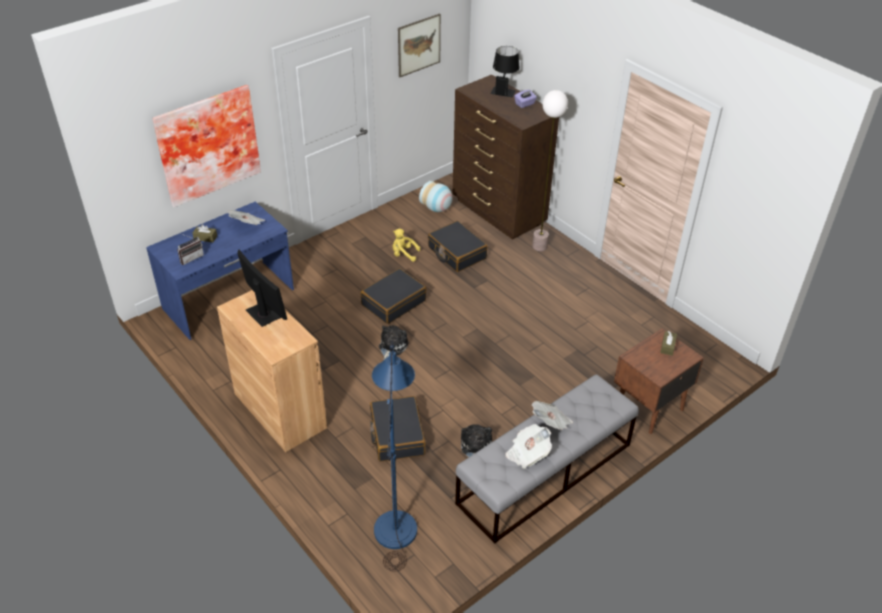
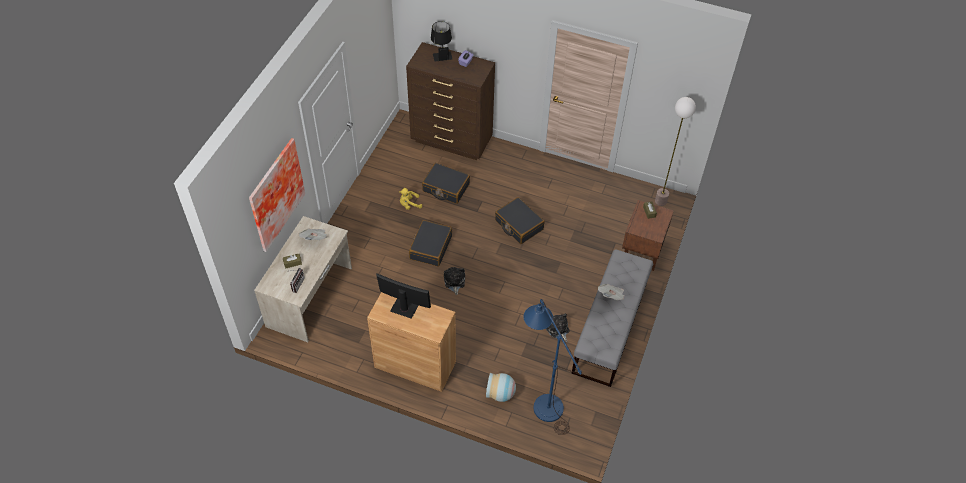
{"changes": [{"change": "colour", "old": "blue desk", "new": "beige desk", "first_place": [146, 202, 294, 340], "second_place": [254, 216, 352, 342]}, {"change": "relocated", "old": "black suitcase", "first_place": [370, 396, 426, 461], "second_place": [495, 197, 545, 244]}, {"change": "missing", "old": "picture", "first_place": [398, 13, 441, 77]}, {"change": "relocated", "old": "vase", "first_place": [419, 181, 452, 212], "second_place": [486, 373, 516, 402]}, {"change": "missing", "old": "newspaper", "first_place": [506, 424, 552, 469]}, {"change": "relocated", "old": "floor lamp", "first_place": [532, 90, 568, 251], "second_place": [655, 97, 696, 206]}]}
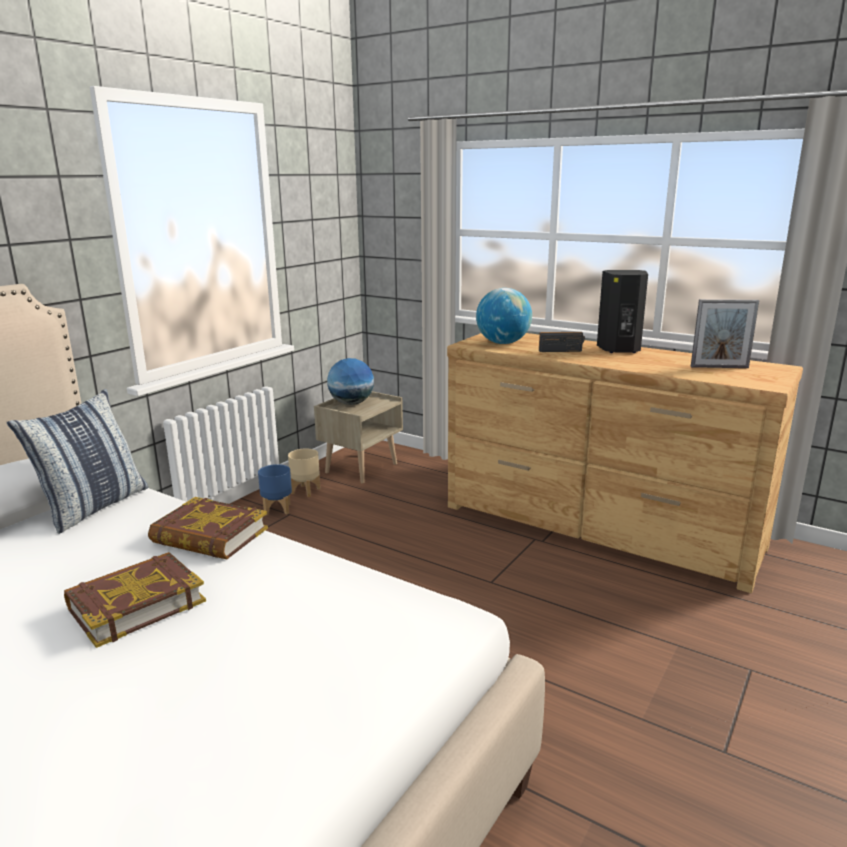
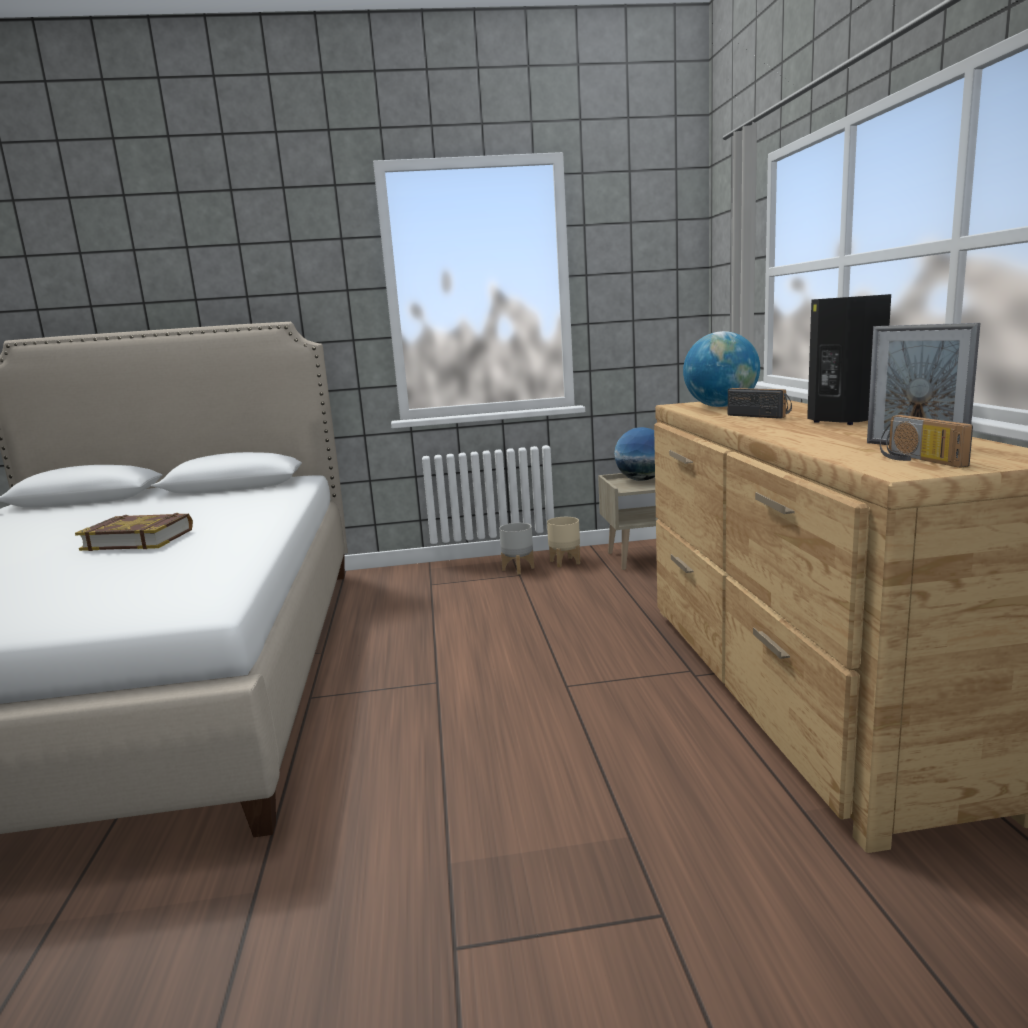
{"changes": [{"change": "missing", "old": "pillow", "first_place": [7, 389, 148, 534]}, {"change": "missing", "old": "book", "first_place": [148, 497, 268, 560]}, {"change": "colour", "old": "blue planter", "new": "grey planter", "first_place": [258, 464, 292, 516], "second_place": [499, 523, 534, 575]}, {"change": "appeared", "new": "radio", "second_place": [880, 415, 973, 468]}]}
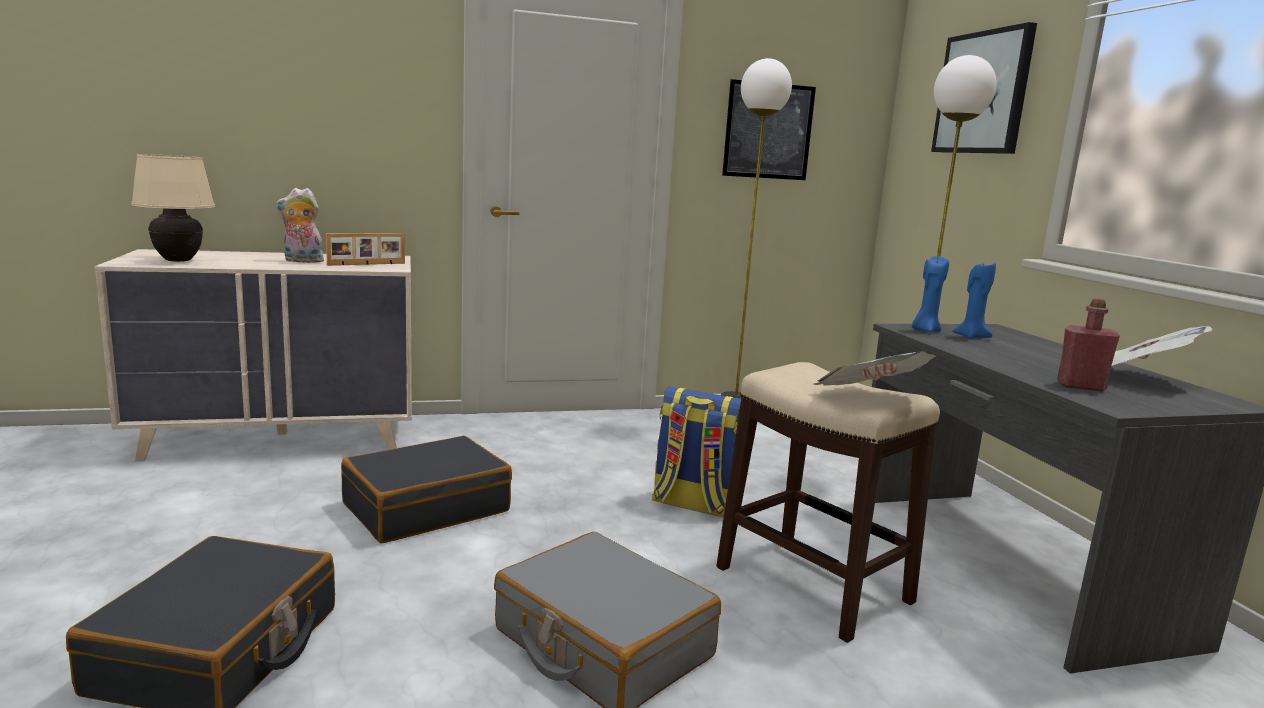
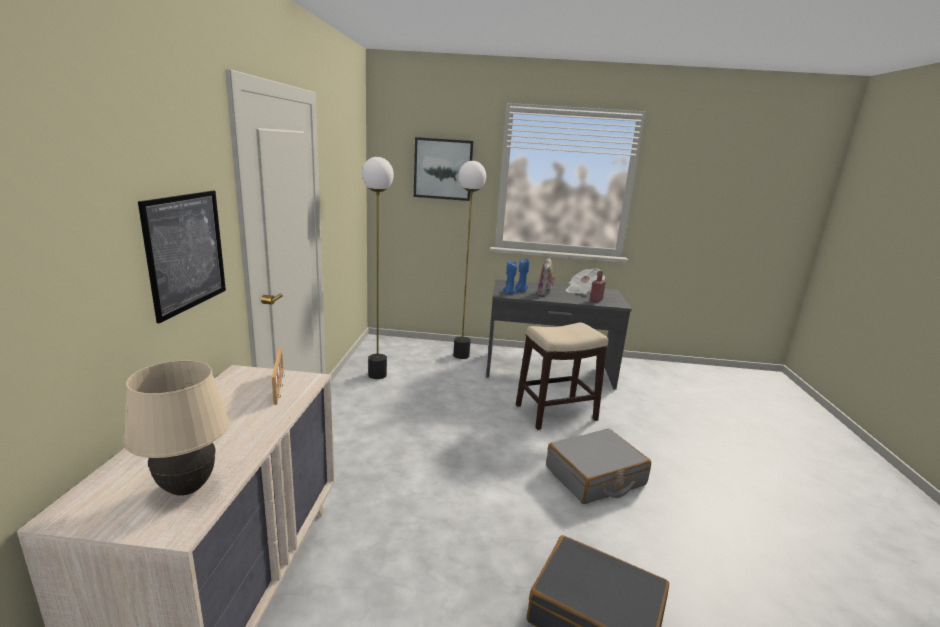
{"changes": [{"change": "relocated", "old": "plush toy", "first_place": [276, 188, 326, 263], "second_place": [537, 258, 555, 296]}, {"change": "missing", "old": "black suitcase", "first_place": [341, 436, 512, 543]}, {"change": "missing", "old": "backpack", "first_place": [652, 386, 741, 517]}, {"change": "relocated", "old": "picture", "first_place": [722, 79, 816, 180], "second_place": [138, 191, 226, 323]}, {"change": "missing", "old": "newspaper", "first_place": [814, 351, 936, 386]}]}
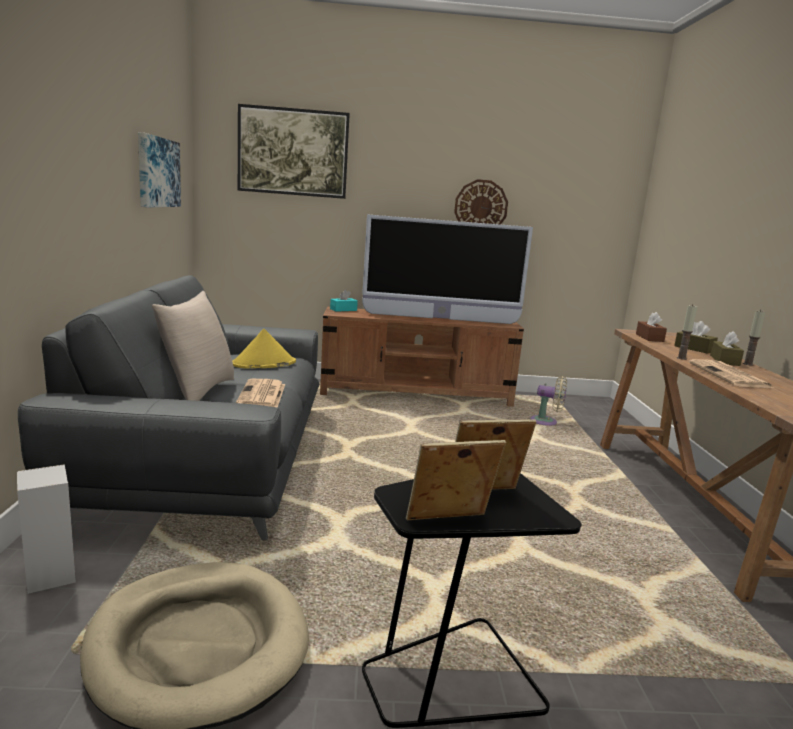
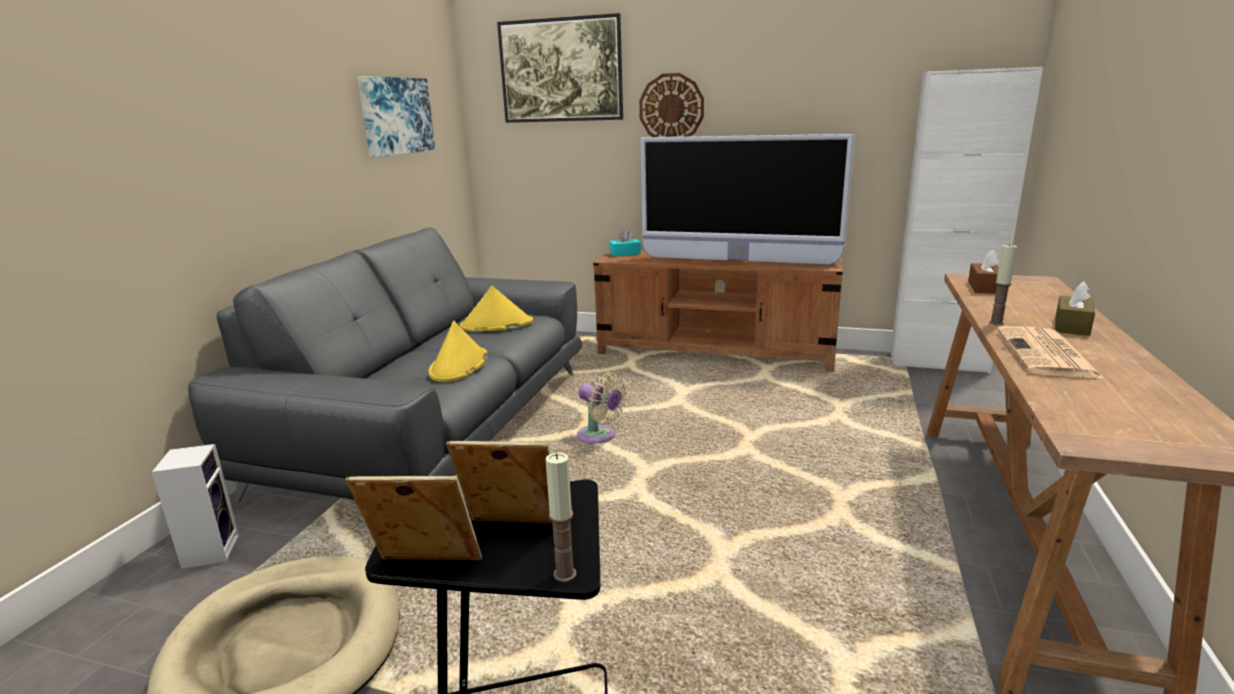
{"changes": [{"change": "missing", "old": "beige pillow", "first_place": [152, 291, 234, 401]}, {"change": "exchanged", "old": "newspaper", "new": "yellow hat", "first_place": [236, 379, 285, 408], "second_place": [429, 321, 488, 382]}, {"change": "relocated", "old": "wall clock", "first_place": [454, 179, 508, 225], "second_place": [639, 73, 704, 137]}, {"change": "relocated", "old": "beige fan", "first_place": [530, 376, 567, 426], "second_place": [577, 372, 627, 444]}, {"change": "missing", "old": "brown tissue box", "first_place": [674, 321, 718, 354]}, {"change": "relocated", "old": "candle", "first_place": [743, 310, 765, 366], "second_place": [546, 453, 577, 582]}, {"change": "appeared", "new": "white cabinet", "second_place": [891, 67, 1043, 374]}]}
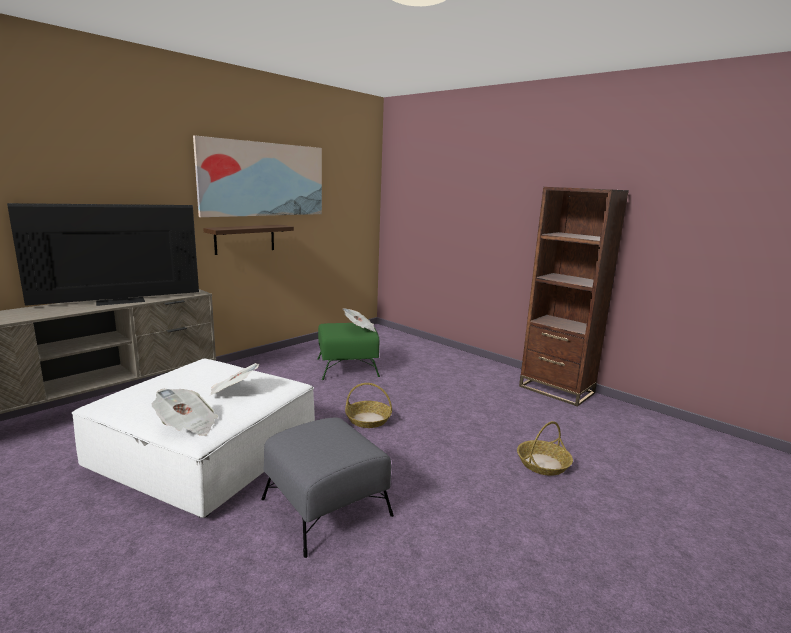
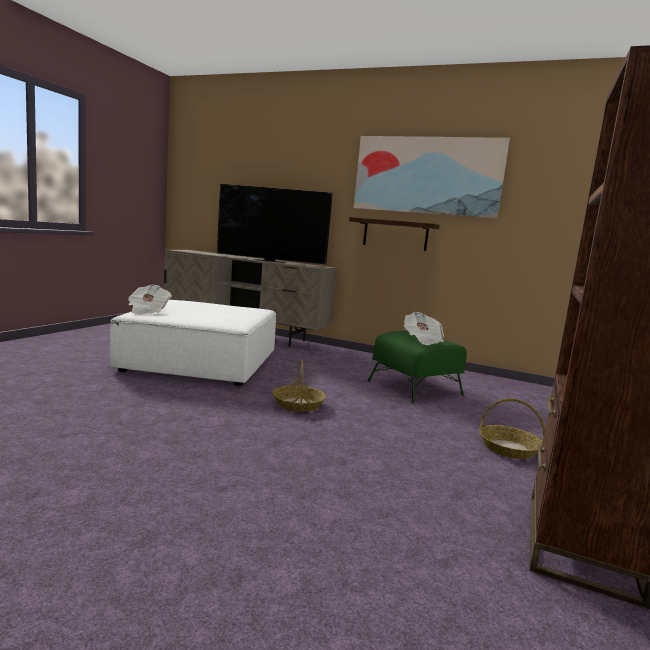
{"changes": [{"change": "spun", "old": "television", "first_place": [7, 203, 199, 306], "second_place": [217, 184, 332, 264], "degrees": 150}, {"change": "missing", "old": "newspaper", "first_place": [209, 363, 259, 396]}, {"change": "missing", "old": "grey ottoman", "first_place": [261, 418, 394, 558]}, {"change": "relocated", "old": "basket", "first_place": [517, 421, 573, 476], "second_place": [479, 398, 545, 459]}]}
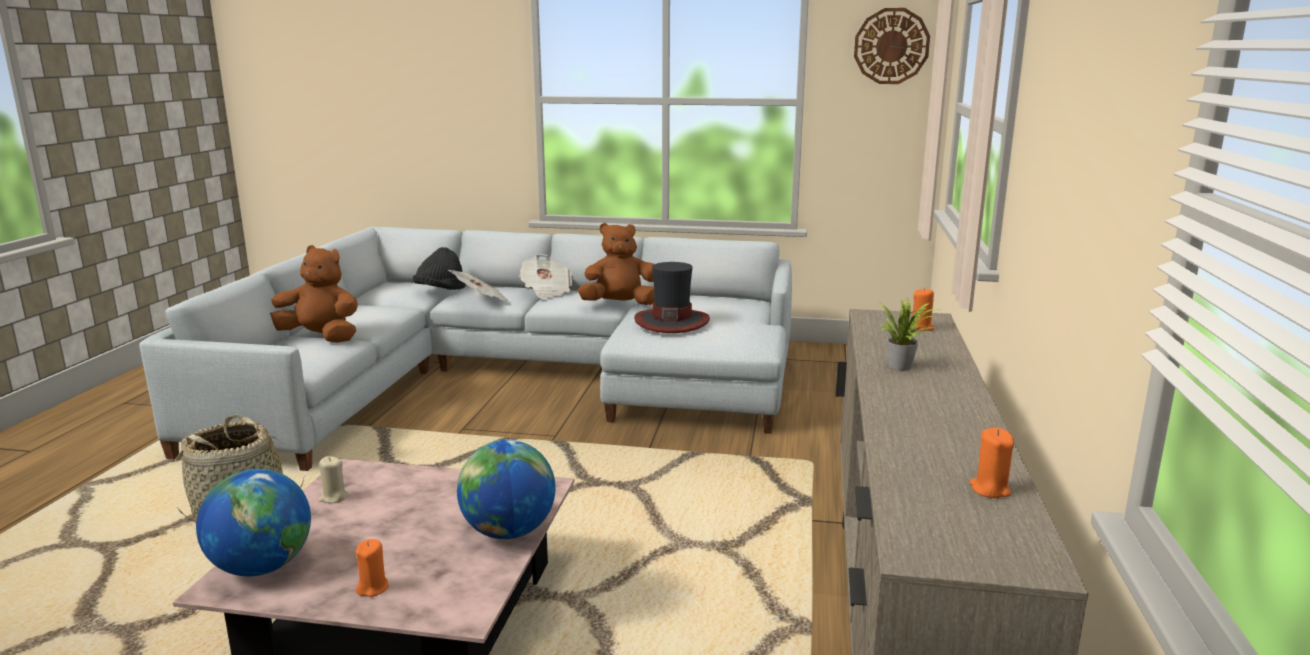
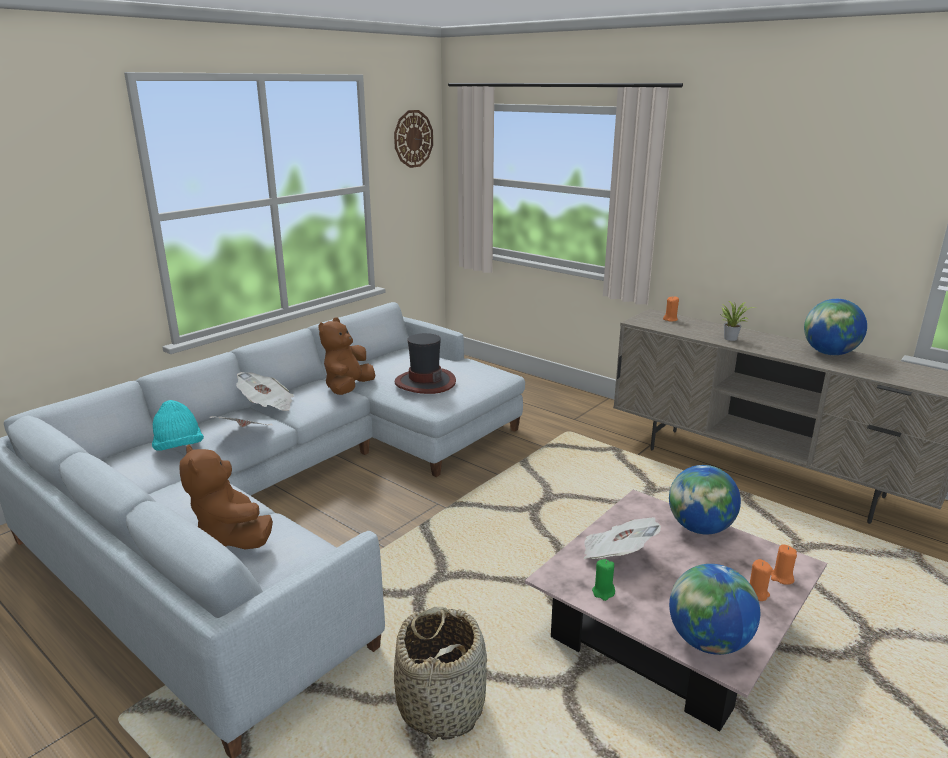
{"changes": [{"change": "spun", "old": "brown plush toy", "first_place": [270, 245, 358, 343], "second_place": [179, 444, 273, 549], "degrees": -75}, {"change": "colour", "old": "beige candle", "new": "green candle", "first_place": [319, 456, 349, 503], "second_place": [592, 559, 615, 601]}, {"change": "colour", "old": "black hat", "new": "turquoise hat", "first_place": [413, 247, 466, 290], "second_place": [152, 400, 204, 451]}, {"change": "relocated", "old": "orange candle", "first_place": [969, 428, 1014, 498], "second_place": [771, 544, 797, 585]}, {"change": "appeared", "new": "newspaper", "second_place": [584, 517, 661, 559]}, {"change": "appeared", "new": "globe", "second_place": [804, 299, 867, 355]}]}
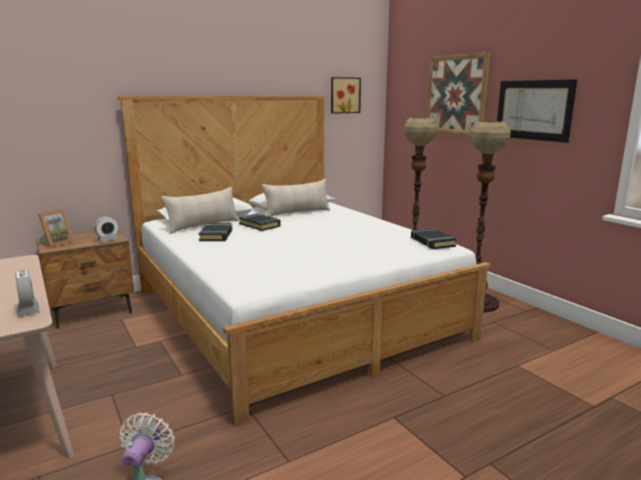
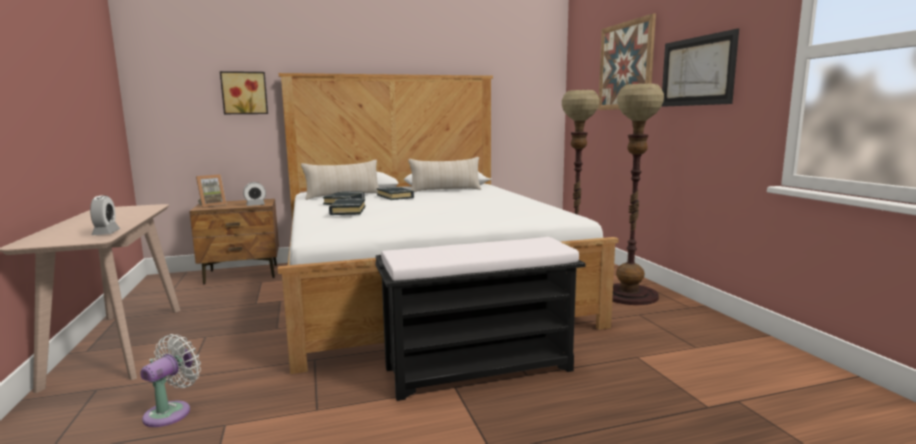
{"changes": [{"change": "relocated", "old": "picture", "first_place": [331, 77, 361, 114], "second_place": [220, 71, 268, 114]}, {"change": "relocated", "old": "black book", "first_place": [411, 228, 457, 249], "second_place": [329, 198, 366, 215]}, {"change": "appeared", "new": "black bench", "second_place": [375, 237, 586, 401]}]}
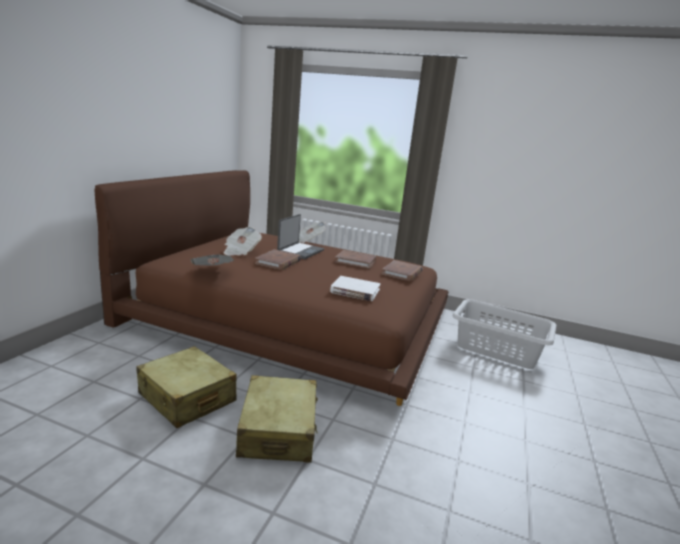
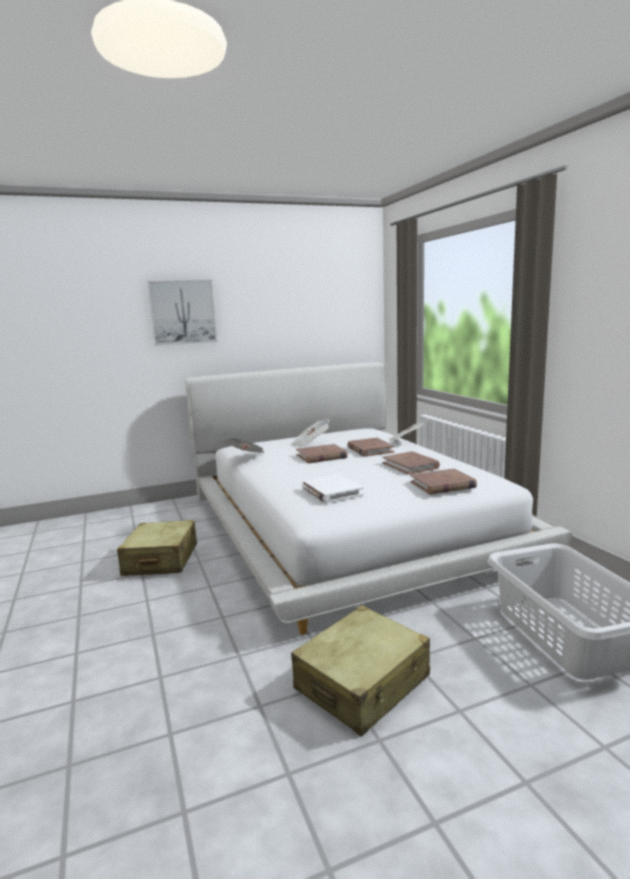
{"changes": [{"change": "colour", "old": "brown bed", "new": "white bed", "first_place": [95, 170, 448, 406], "second_place": [185, 362, 572, 635]}, {"change": "relocated", "old": "beige suitcase", "first_place": [236, 375, 318, 463], "second_place": [291, 605, 430, 736]}, {"change": "exchanged", "old": "laptop", "new": "brown book", "first_place": [277, 214, 324, 259], "second_place": [347, 438, 394, 457]}, {"change": "appeared", "new": "picture", "second_place": [147, 279, 217, 346]}]}
